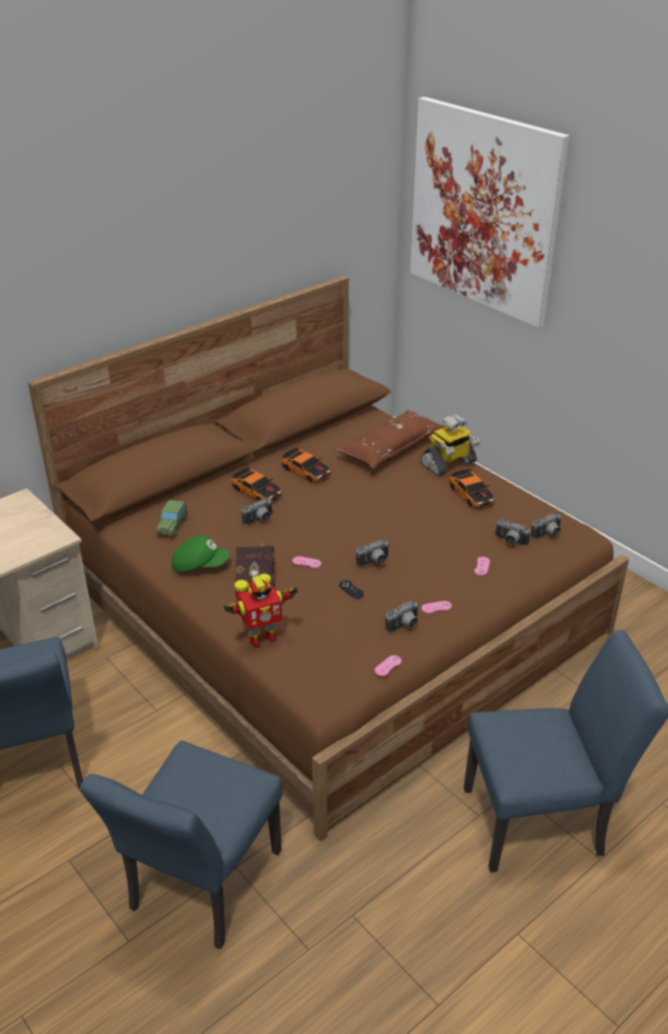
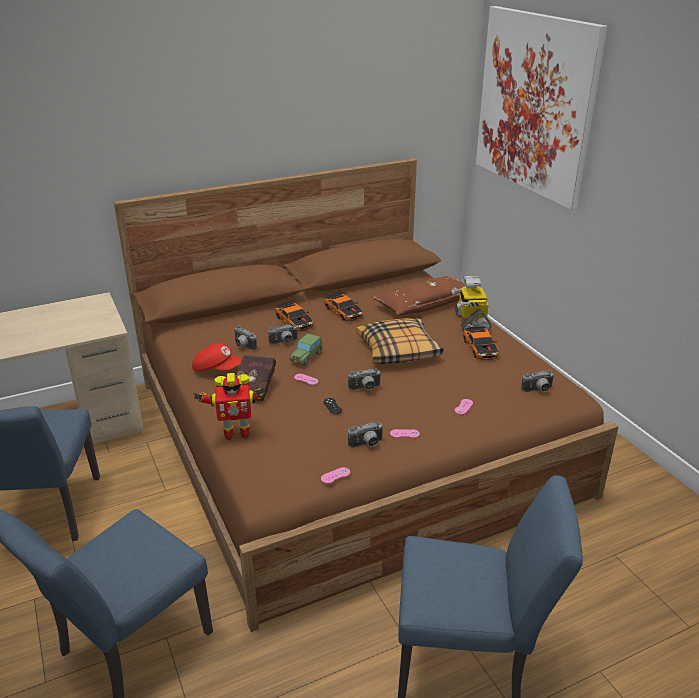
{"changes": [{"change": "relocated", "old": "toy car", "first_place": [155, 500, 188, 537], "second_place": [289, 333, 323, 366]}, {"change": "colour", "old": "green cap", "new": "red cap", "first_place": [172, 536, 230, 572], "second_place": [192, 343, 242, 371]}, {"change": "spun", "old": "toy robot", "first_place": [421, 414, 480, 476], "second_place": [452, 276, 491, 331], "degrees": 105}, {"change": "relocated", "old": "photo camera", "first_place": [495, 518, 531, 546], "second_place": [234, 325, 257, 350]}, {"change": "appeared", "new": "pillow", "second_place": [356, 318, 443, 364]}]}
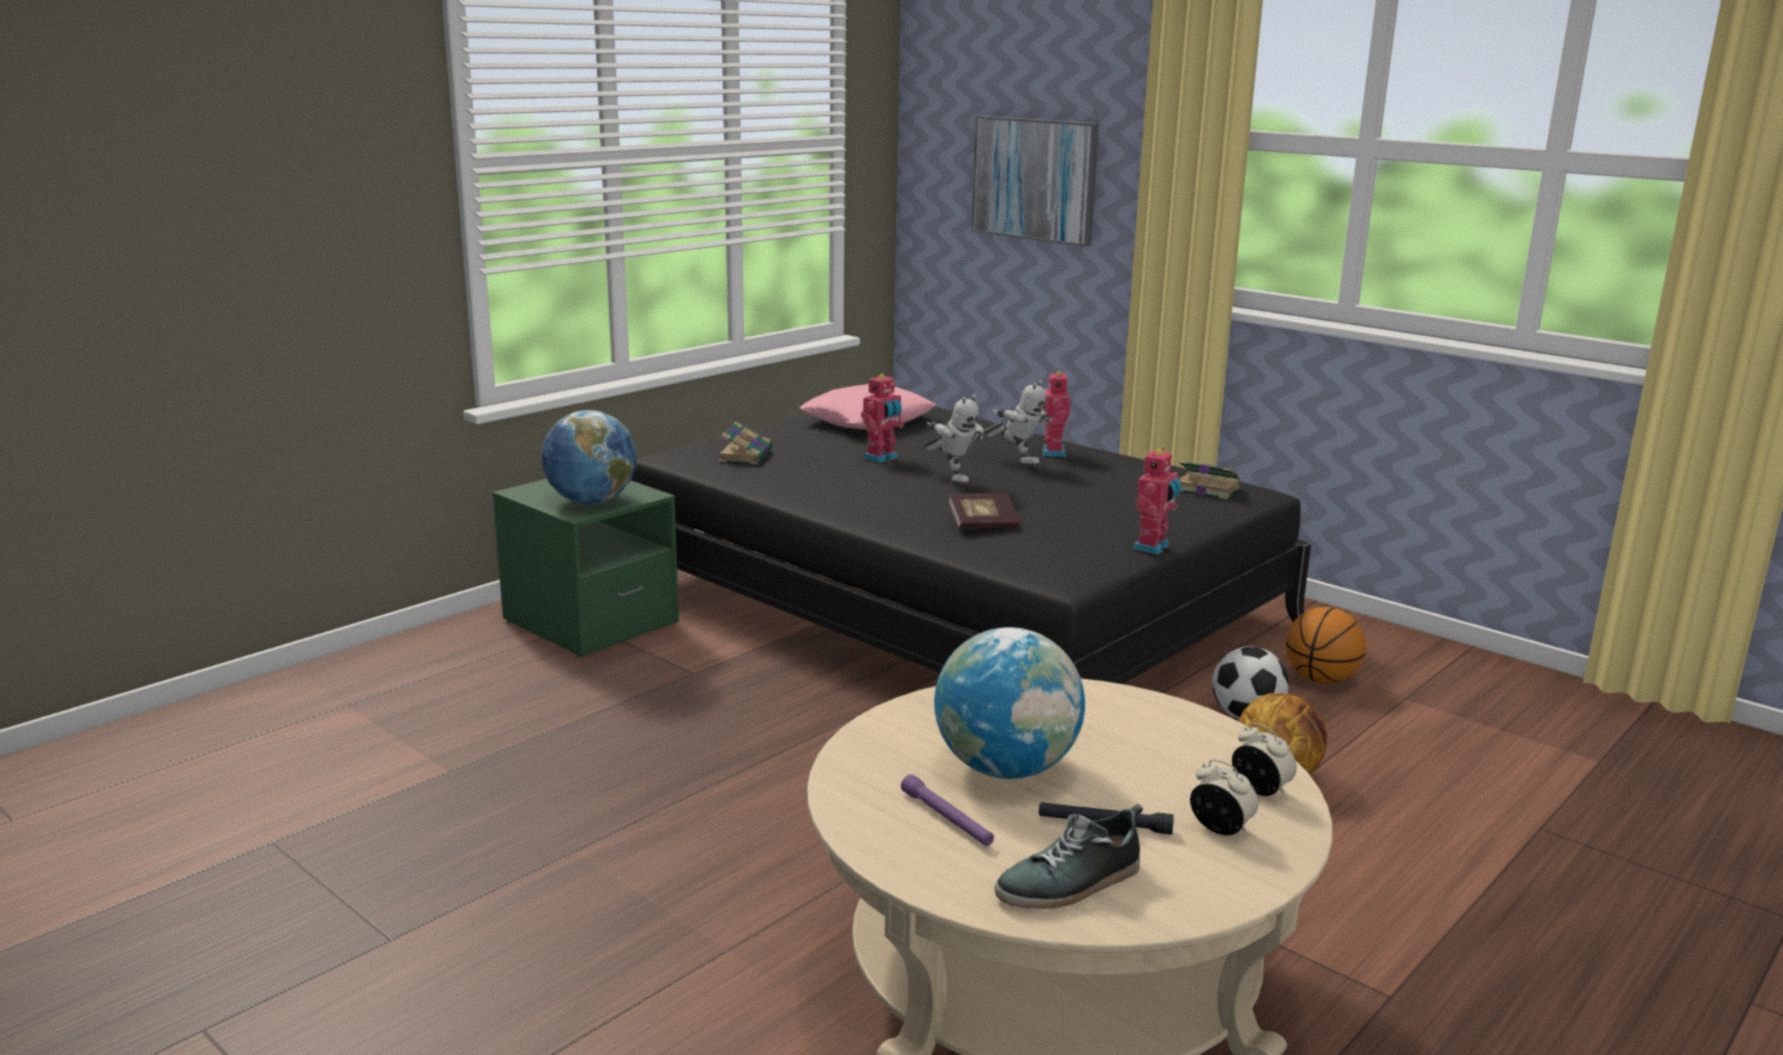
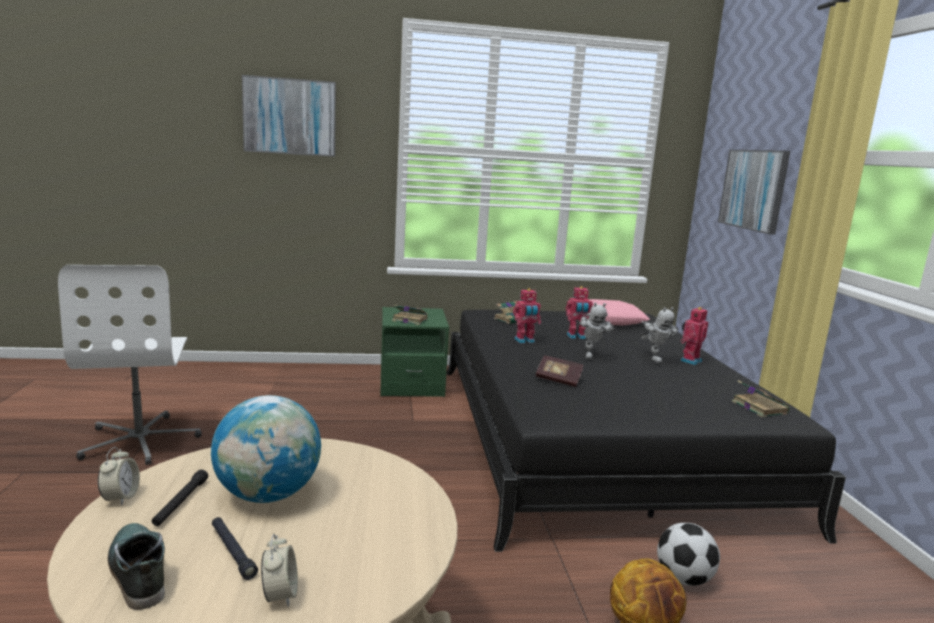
{"changes": [{"change": "exchanged", "old": "globe", "new": "book", "first_place": [542, 410, 637, 504], "second_place": [392, 305, 428, 325]}, {"change": "colour", "old": "purple flashlight", "new": "black flashlight", "first_place": [901, 774, 994, 846], "second_place": [152, 470, 208, 526]}, {"change": "spun", "old": "shoe", "first_place": [994, 804, 1143, 908], "second_place": [107, 523, 165, 610], "degrees": 45}, {"change": "relocated", "old": "toy robot", "first_place": [1133, 448, 1181, 554], "second_place": [513, 288, 541, 343]}, {"change": "relocated", "old": "alarm clock", "first_place": [1232, 723, 1297, 796], "second_place": [98, 447, 140, 505]}, {"change": "missing", "old": "basketball", "first_place": [1286, 607, 1366, 684]}, {"change": "appeared", "new": "white office chair", "second_place": [58, 265, 202, 465]}, {"change": "appeared", "new": "picture", "second_place": [242, 75, 336, 157]}]}
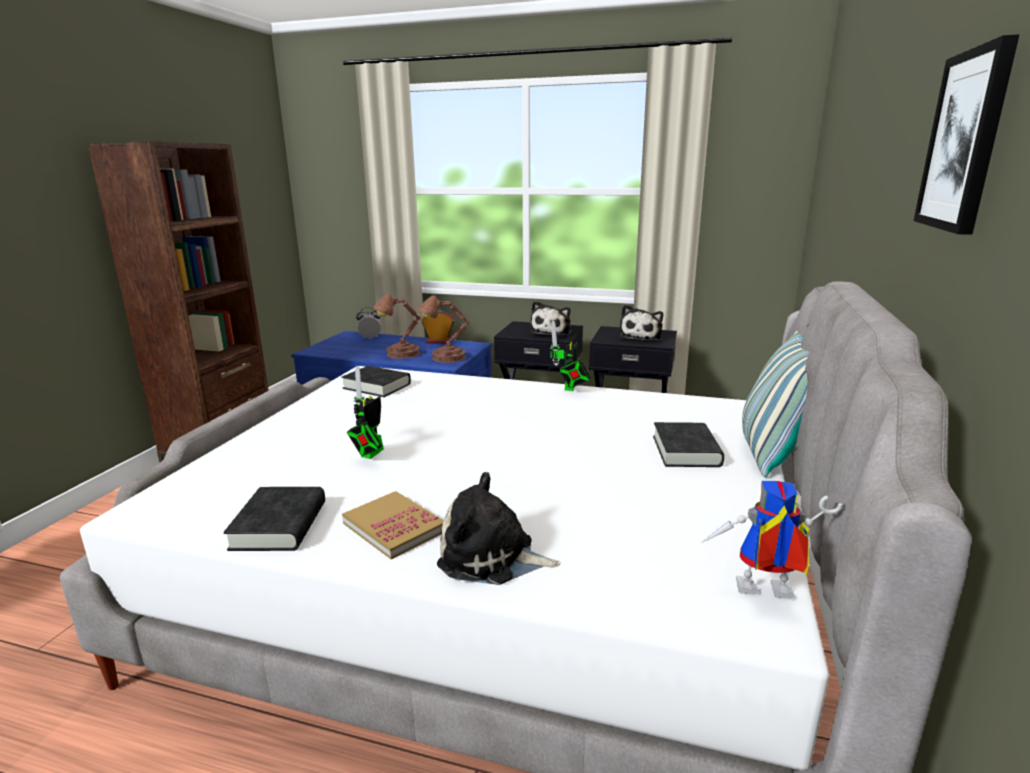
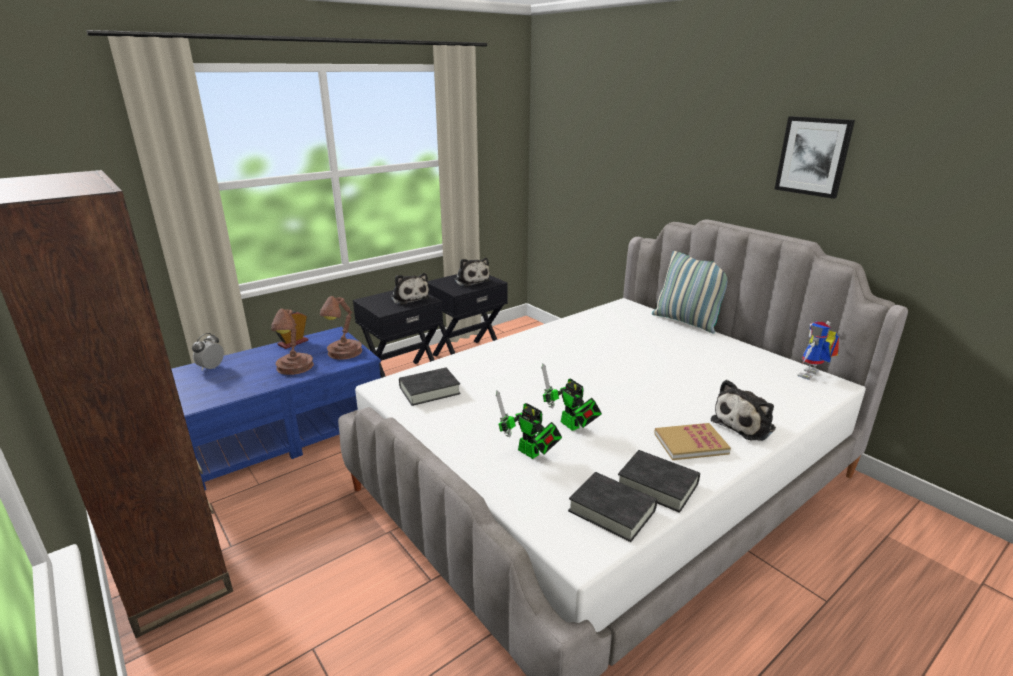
{"changes": [{"change": "relocated", "old": "toy robot", "first_place": [550, 320, 590, 391], "second_place": [496, 390, 562, 459]}, {"change": "relocated", "old": "black book", "first_place": [653, 422, 724, 467], "second_place": [568, 472, 657, 542]}]}
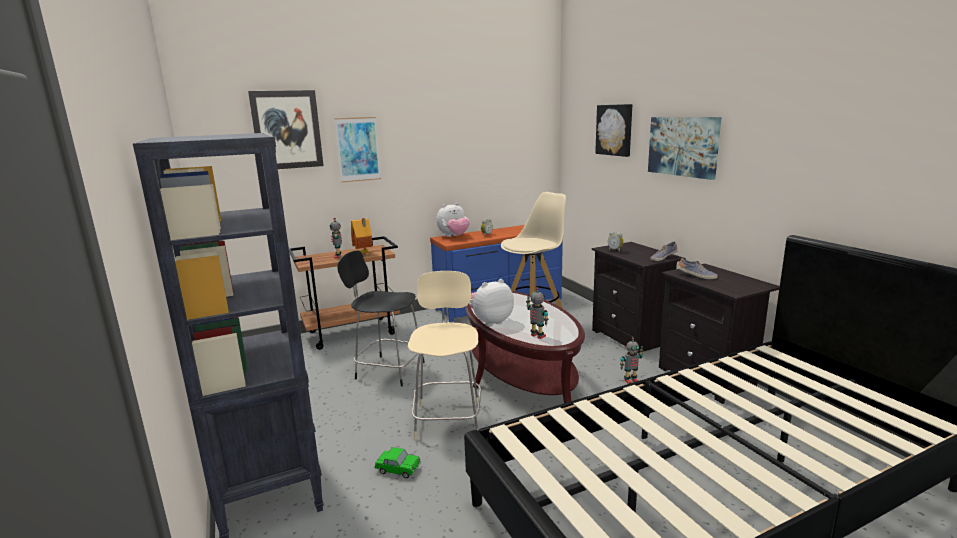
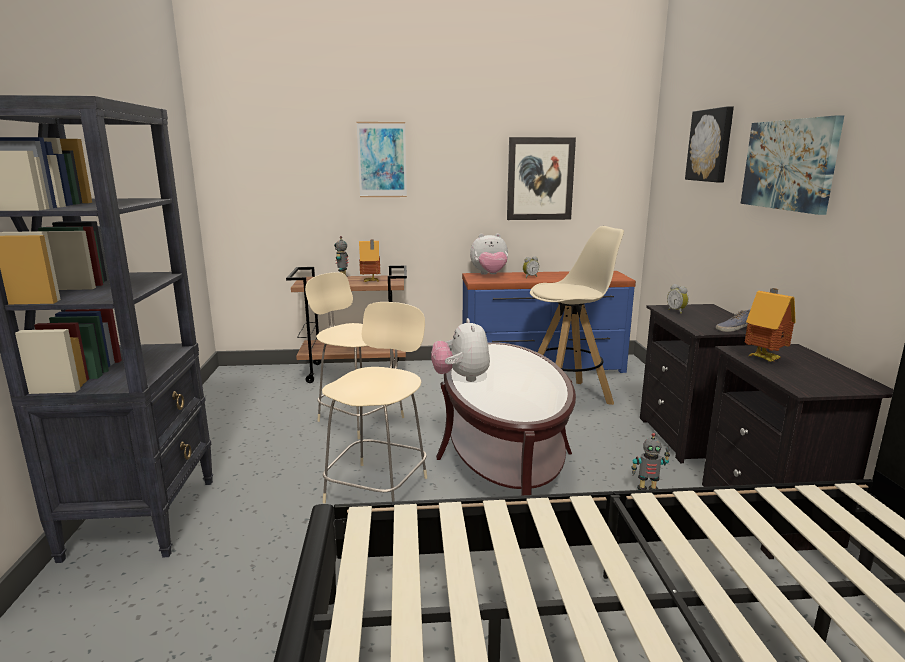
{"changes": [{"change": "relocated", "old": "picture", "first_place": [248, 90, 324, 169], "second_place": [507, 137, 576, 220]}, {"change": "colour", "old": "black chair", "new": "beige chair", "first_place": [337, 250, 425, 386], "second_place": [305, 272, 404, 439]}, {"change": "missing", "old": "toy car", "first_place": [375, 447, 421, 478]}, {"change": "spun", "old": "plush toy", "first_place": [469, 279, 514, 327], "second_place": [431, 318, 490, 382], "degrees": -90}, {"change": "missing", "old": "toy robot", "first_place": [526, 287, 549, 339]}, {"change": "exchanged", "old": "shoe", "new": "toy house", "first_place": [677, 258, 718, 279], "second_place": [745, 288, 796, 362]}]}
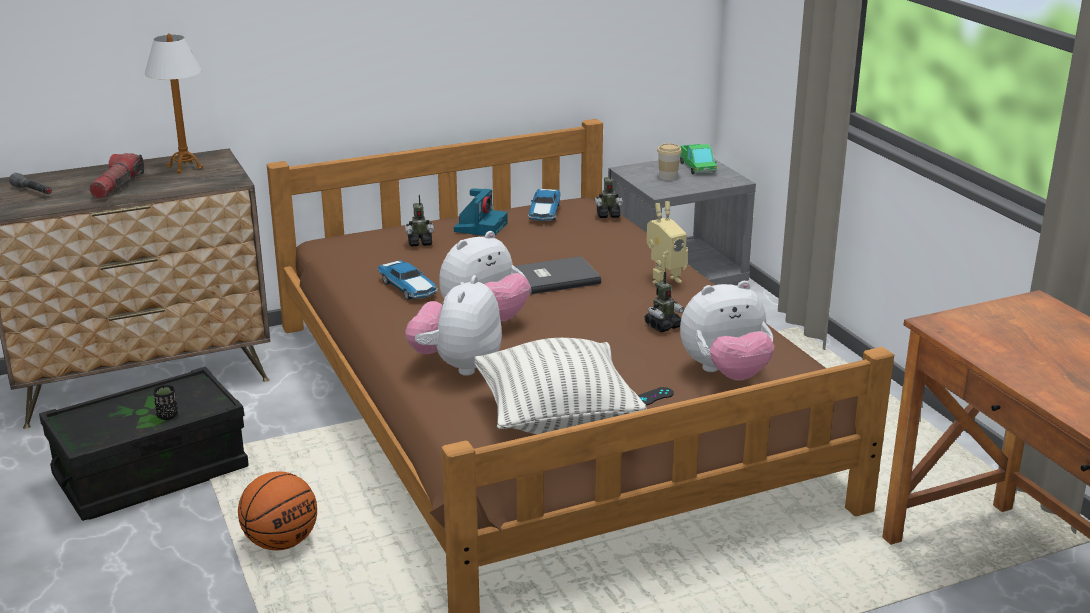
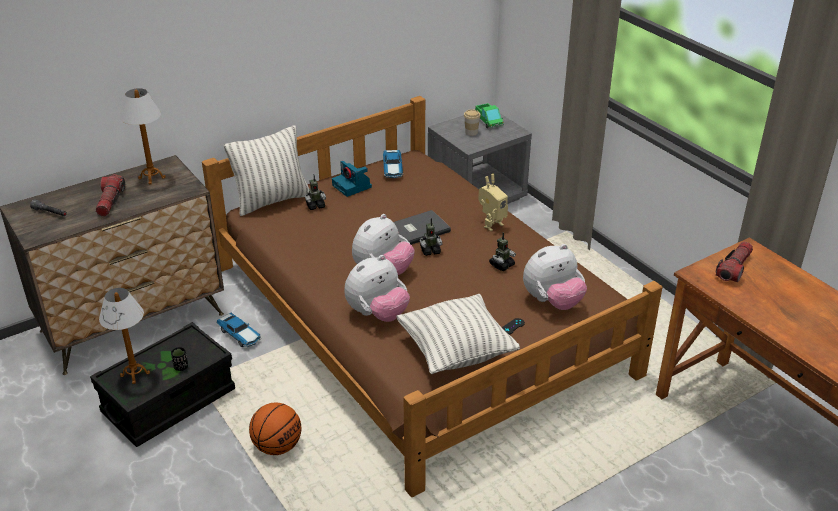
{"changes": [{"change": "relocated", "old": "toy car", "first_place": [378, 260, 438, 300], "second_place": [216, 313, 262, 347]}, {"change": "spun", "old": "plush toy", "first_place": [405, 275, 502, 376], "second_place": [344, 255, 410, 322], "degrees": -135}, {"change": "spun", "old": "photo camera", "first_place": [454, 188, 507, 236], "second_place": [332, 161, 372, 197], "degrees": 135}, {"change": "relocated", "old": "toy robot", "first_place": [595, 169, 623, 218], "second_place": [420, 218, 442, 256]}, {"change": "appeared", "new": "table lamp", "second_place": [99, 288, 150, 384]}, {"change": "appeared", "new": "pillow", "second_place": [224, 125, 309, 216]}, {"change": "appeared", "new": "flashlight", "second_place": [715, 242, 753, 282]}]}
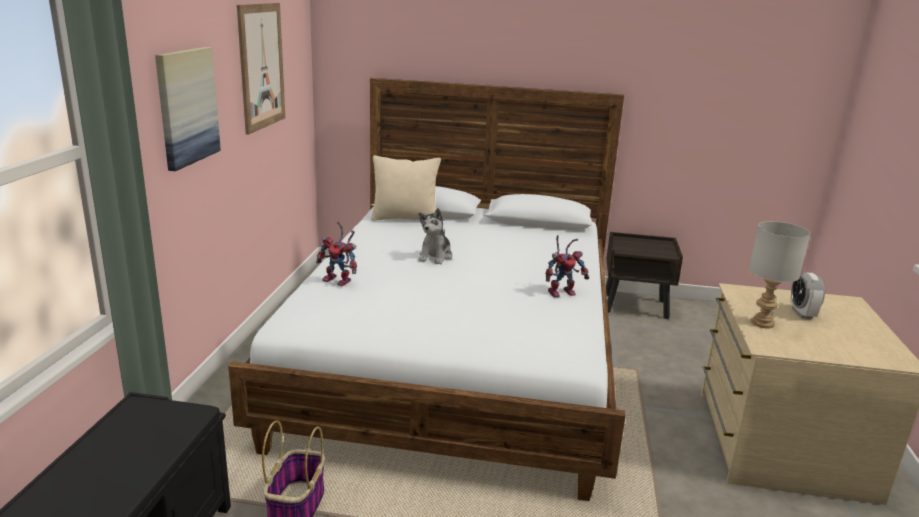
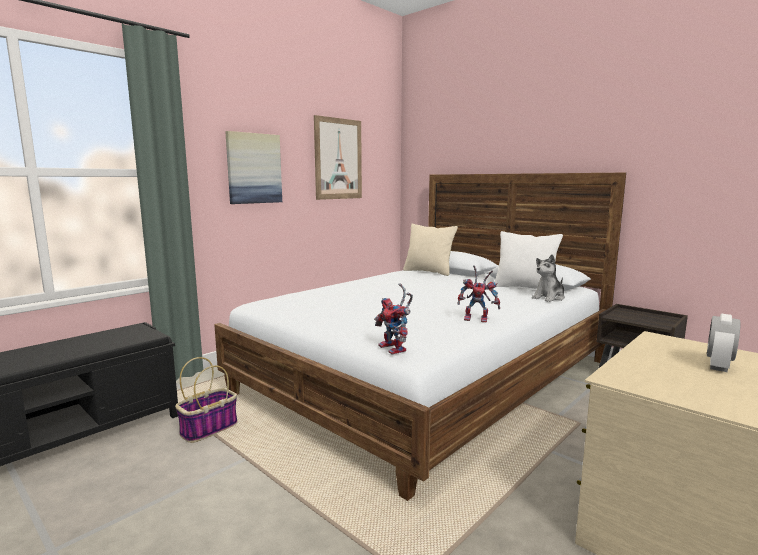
{"changes": [{"change": "relocated", "old": "toy robot", "first_place": [316, 222, 357, 286], "second_place": [374, 283, 413, 354]}, {"change": "relocated", "old": "plush toy", "first_place": [418, 208, 452, 265], "second_place": [532, 254, 565, 302]}, {"change": "missing", "old": "grey table lamp", "first_place": [749, 221, 810, 328]}, {"change": "appeared", "new": "white pillow", "second_place": [494, 231, 563, 289]}]}
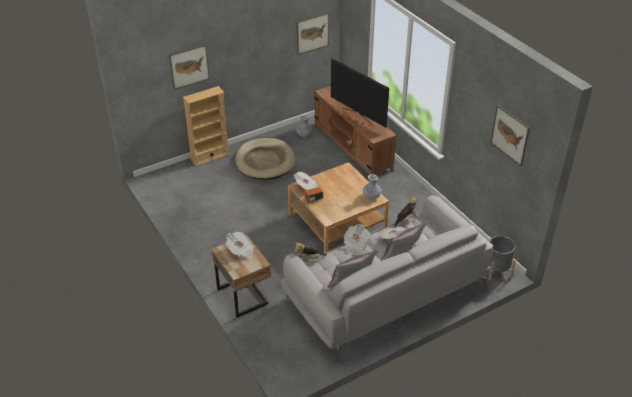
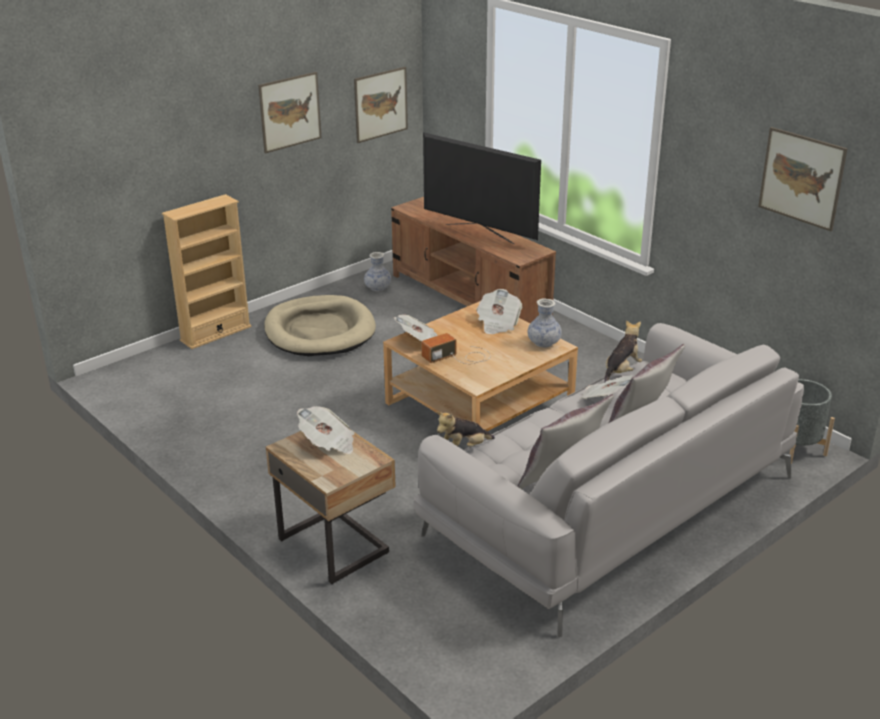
{"changes": [{"change": "relocated", "old": "picture", "first_place": [169, 44, 210, 90], "second_place": [258, 72, 322, 154]}, {"change": "relocated", "old": "newspaper", "first_place": [343, 224, 371, 254], "second_place": [476, 289, 522, 334]}]}
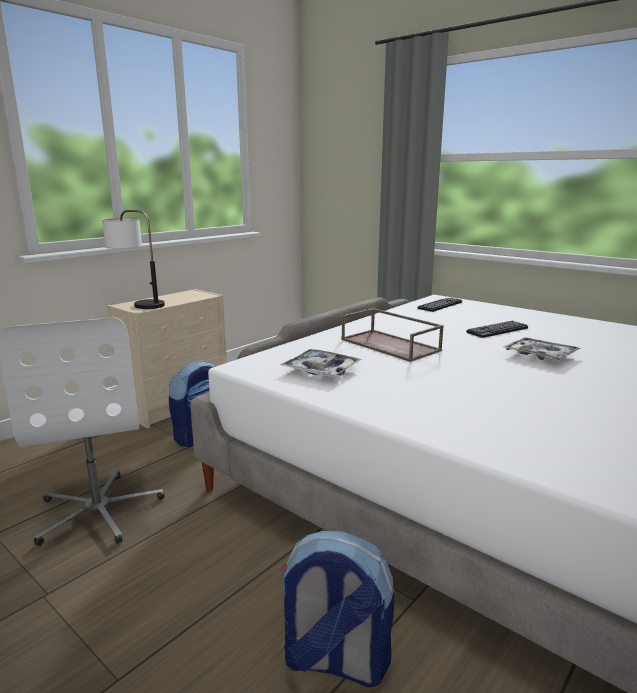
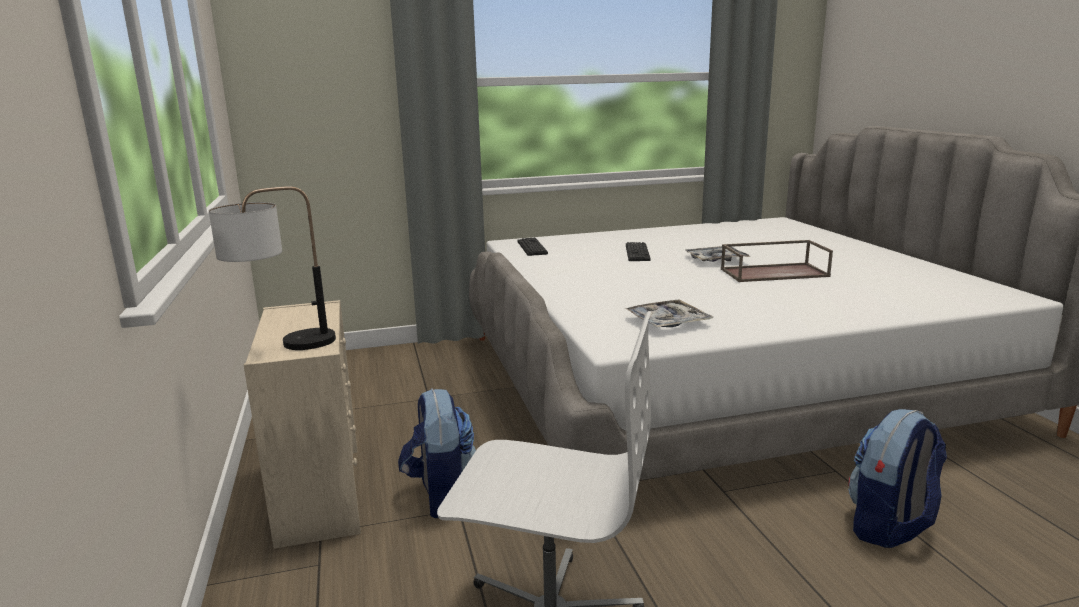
{"changes": [{"change": "relocated", "old": "brown tray", "first_place": [341, 308, 444, 362], "second_place": [721, 240, 833, 282]}]}
